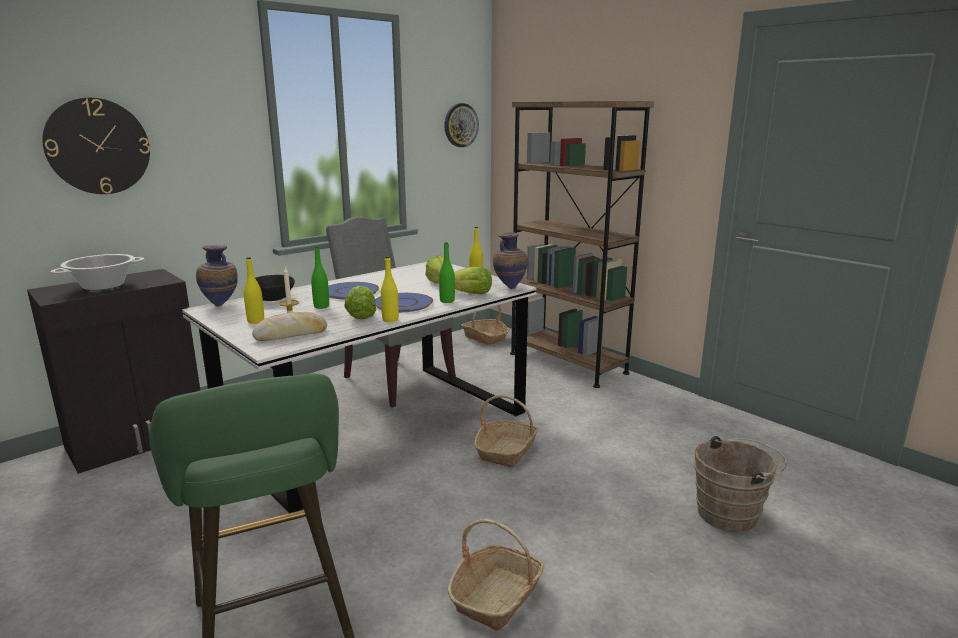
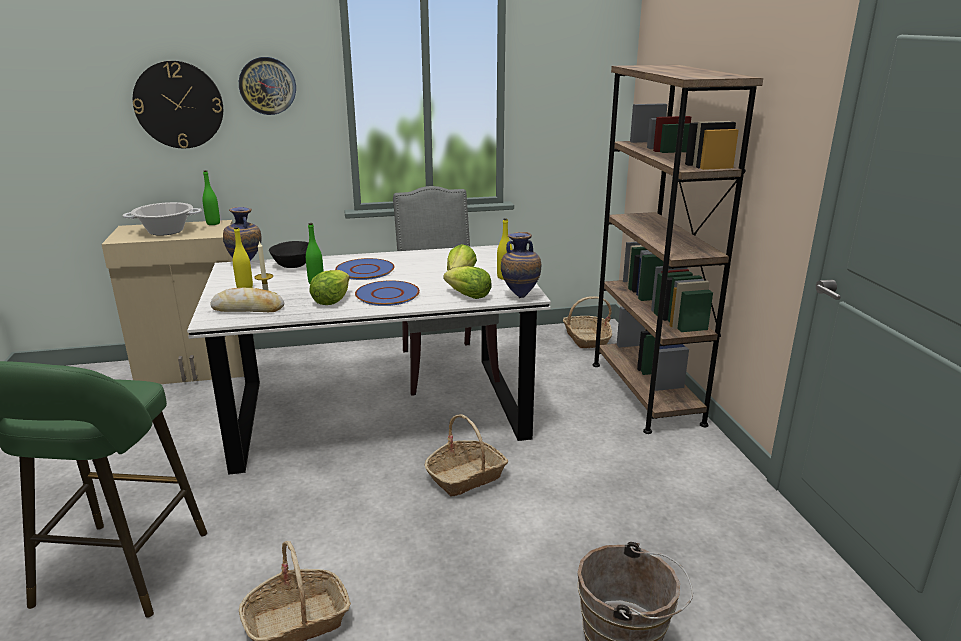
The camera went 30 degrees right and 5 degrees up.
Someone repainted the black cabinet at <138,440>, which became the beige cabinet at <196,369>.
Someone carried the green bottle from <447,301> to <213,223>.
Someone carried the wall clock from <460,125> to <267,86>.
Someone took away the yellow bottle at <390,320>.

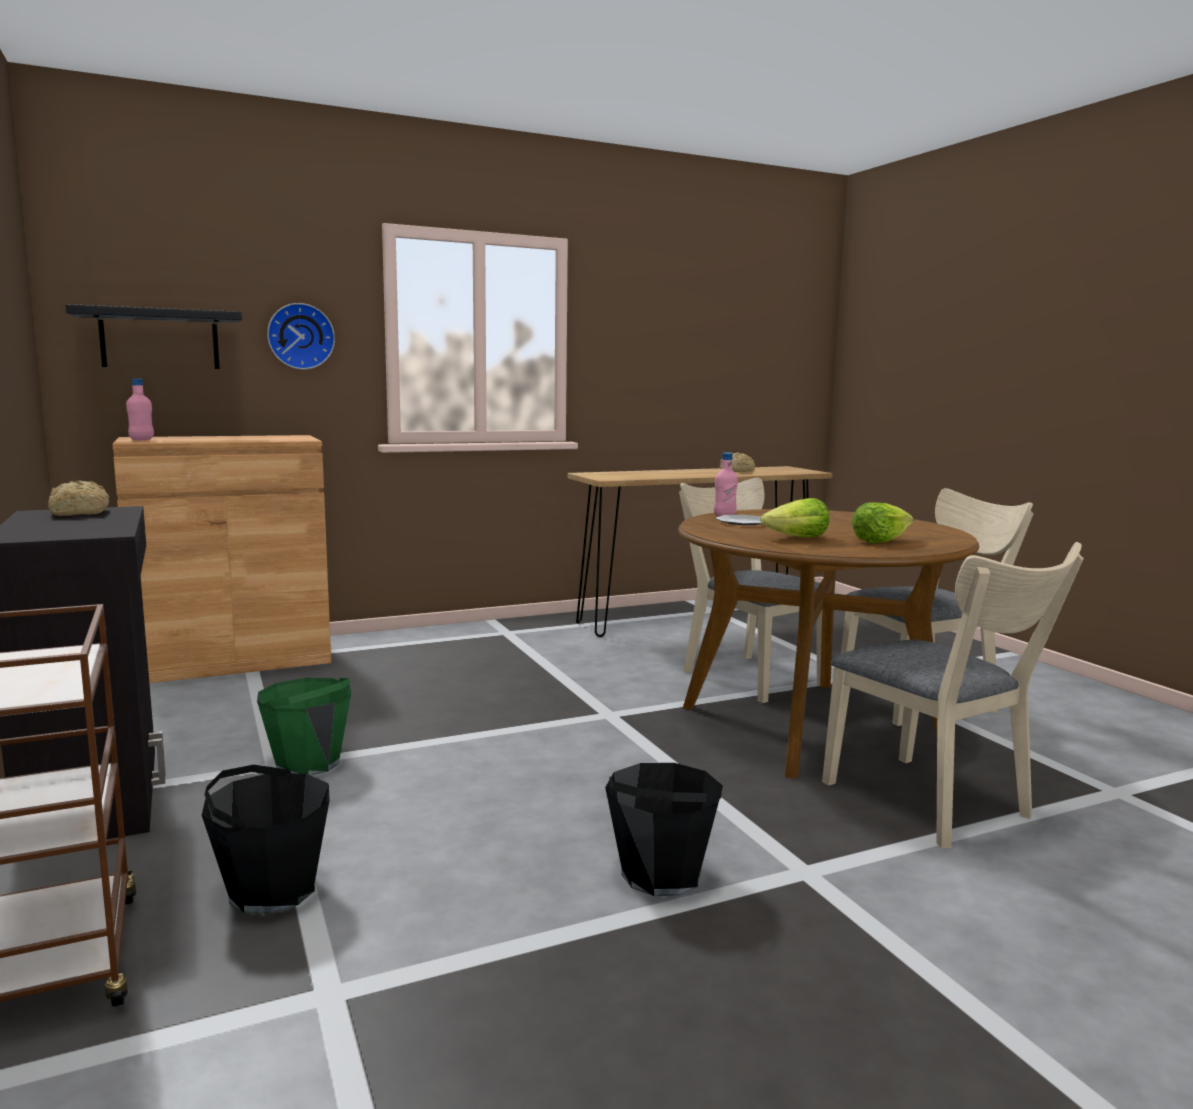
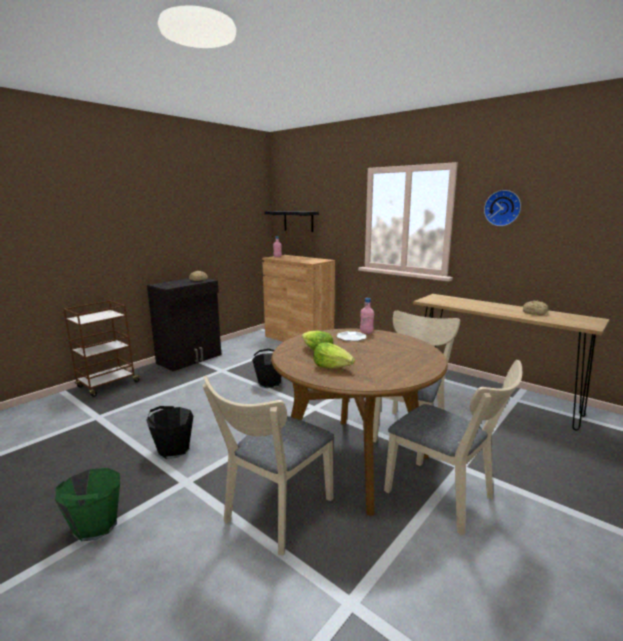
The camera went 65 degrees right and 5 degrees up.
Someone carried the green bucket from <308,763> to <95,526>.
Someone carried the black bucket from <272,889> to <269,383>.
Someone carried the wall clock from <300,336> to <502,208>.

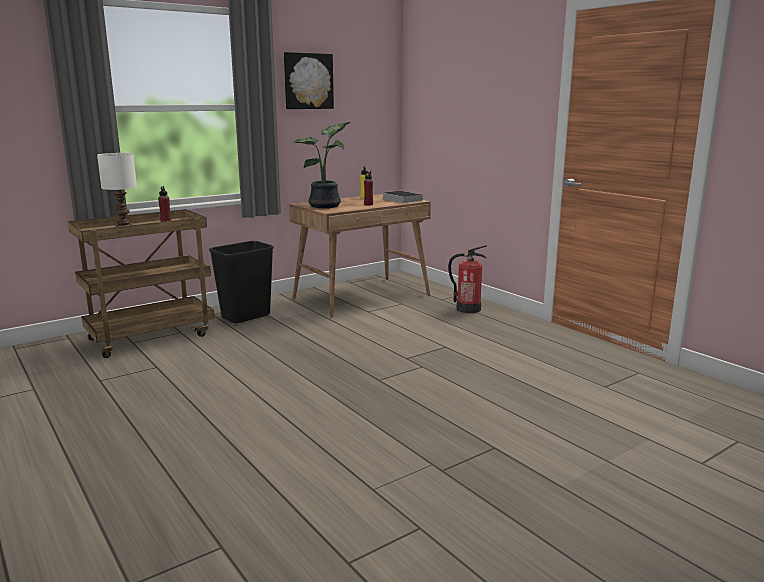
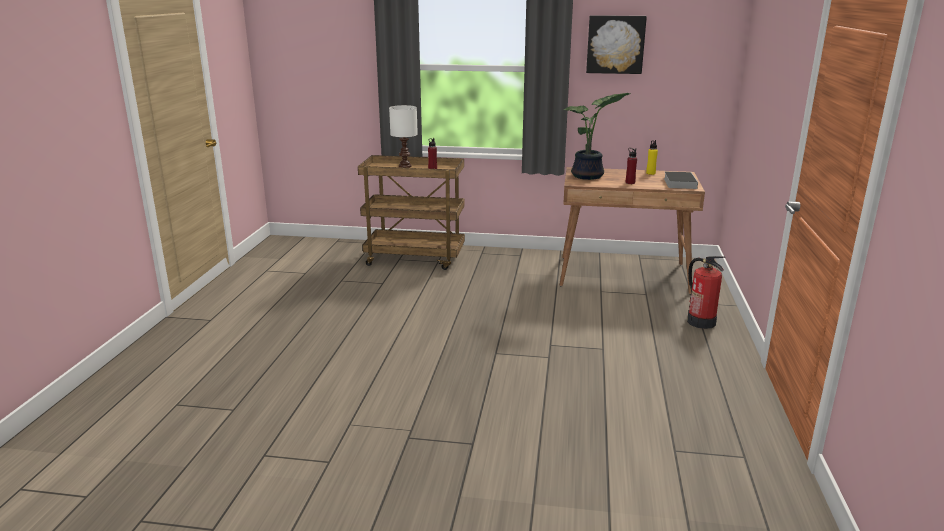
The camera went 45 degrees right and 5 degrees up.
Someone took away the black trash can at <246,316>.

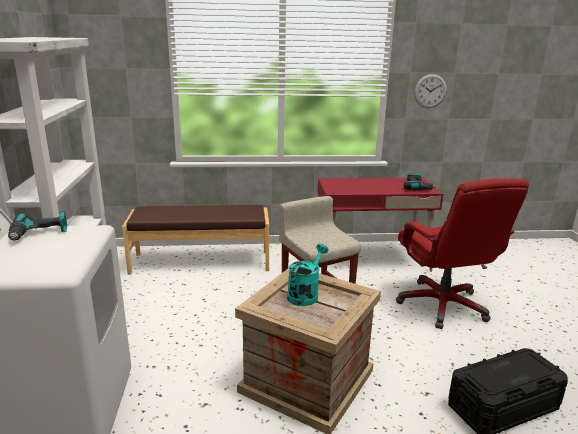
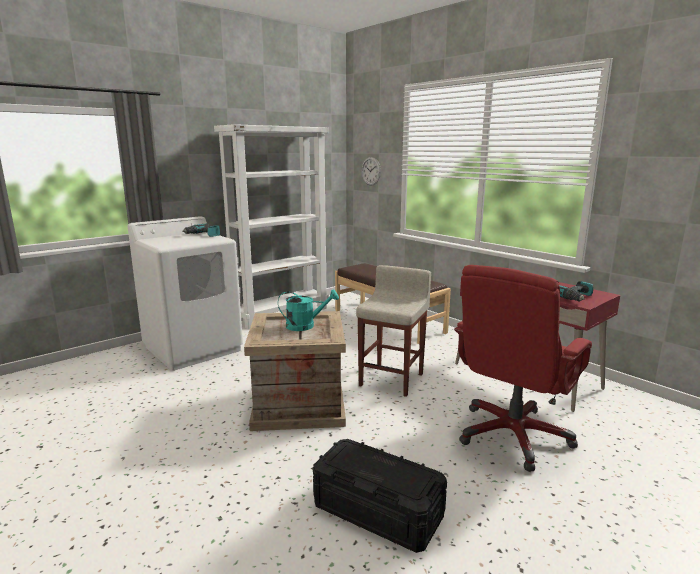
The camera went 55 degrees right and 5 degrees down.
Someone carried the wall clock from <430,91> to <371,171>.

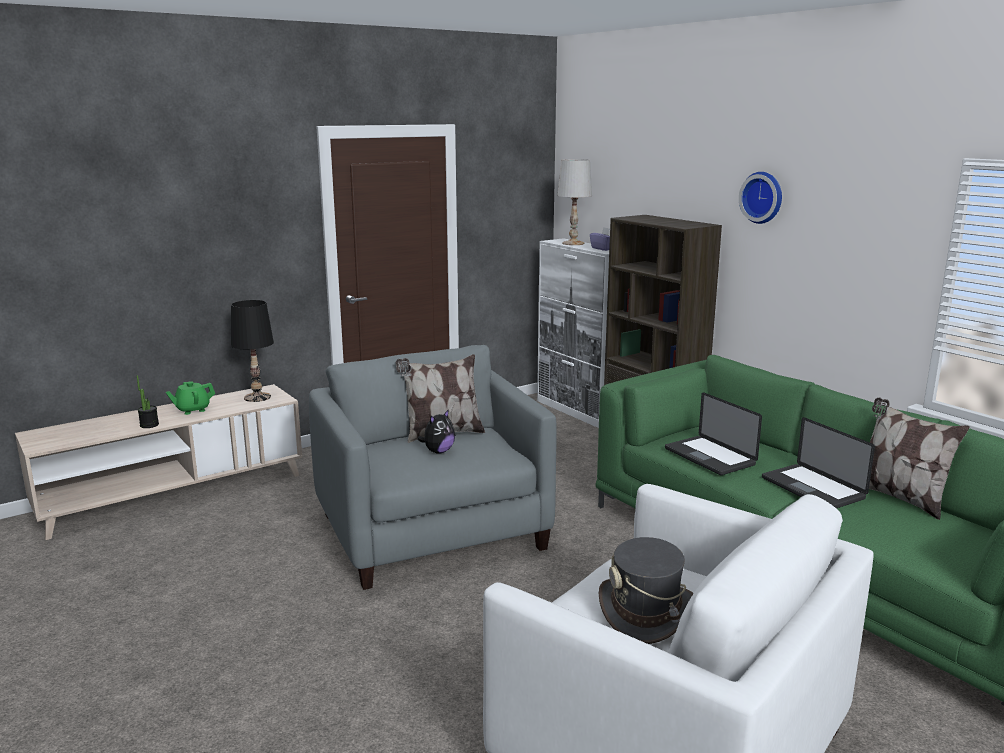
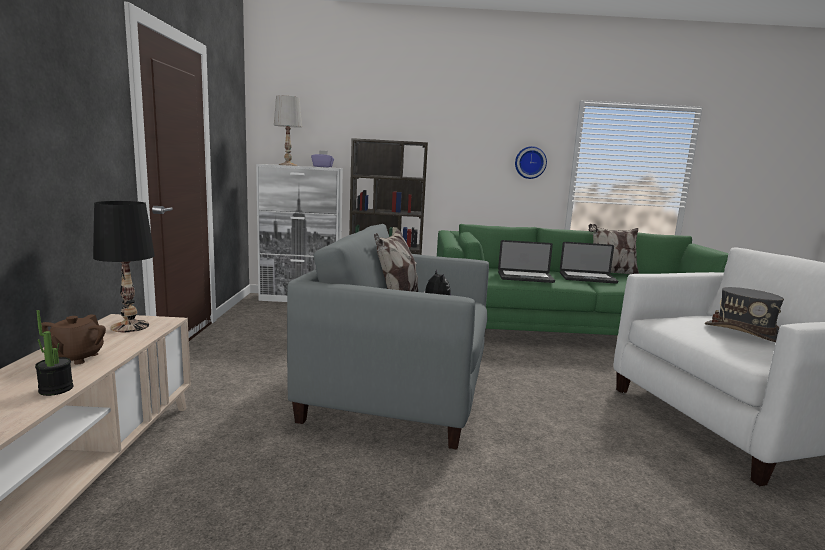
The camera went 55 degrees left and 5 degrees down.
Someone repainted the green teapot at <192,410>, which became the brown teapot at <75,358>.
Someone carried the wall clock from <763,197> to <530,162>.

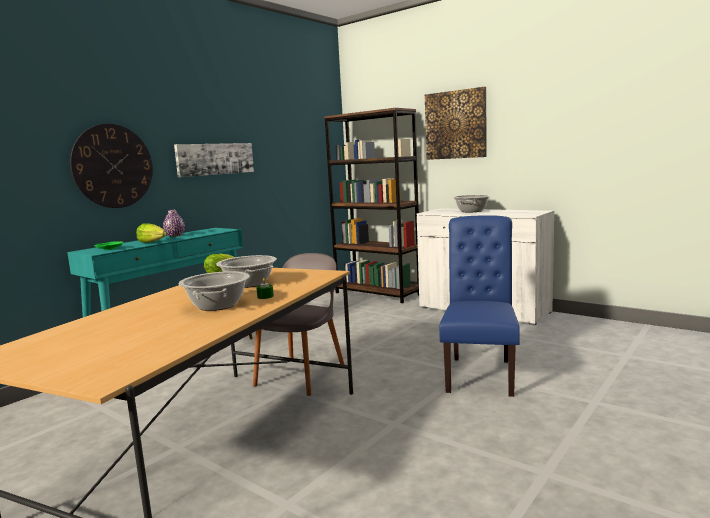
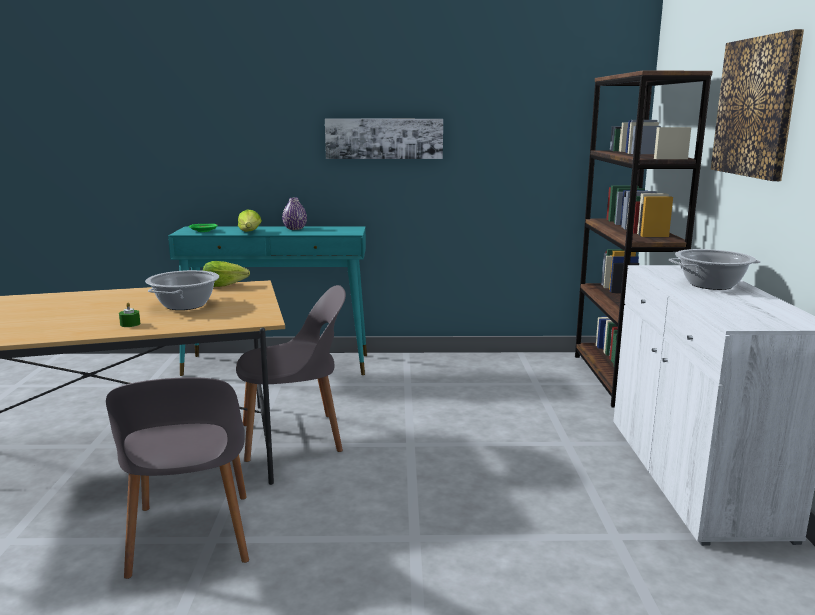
The camera went 50 degrees right and 5 degrees up.
Someone put down the grey chair at <190,537>.
Someone took away the wall clock at <113,166>.
Someone took away the cooking pot at <217,305>.
Someone took away the blue chair at <480,373>.

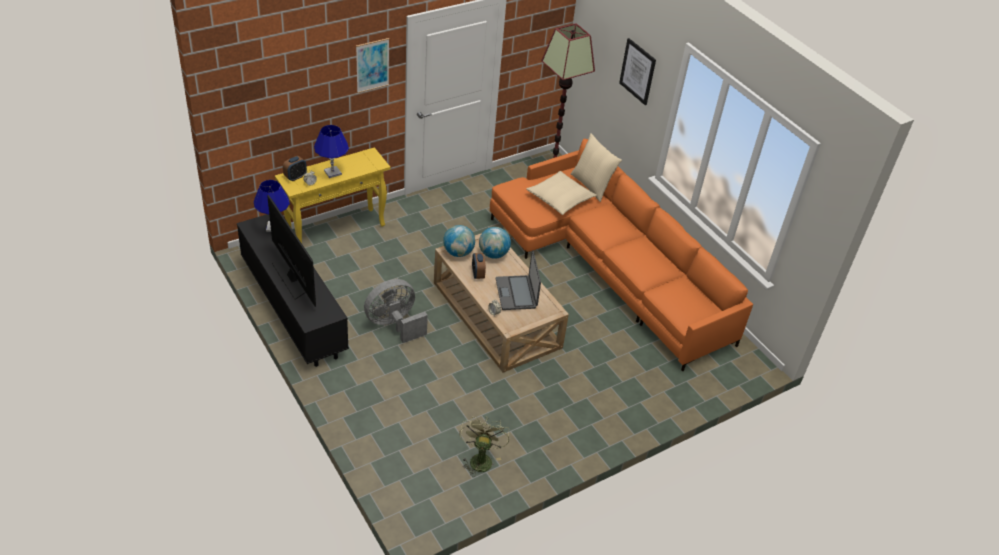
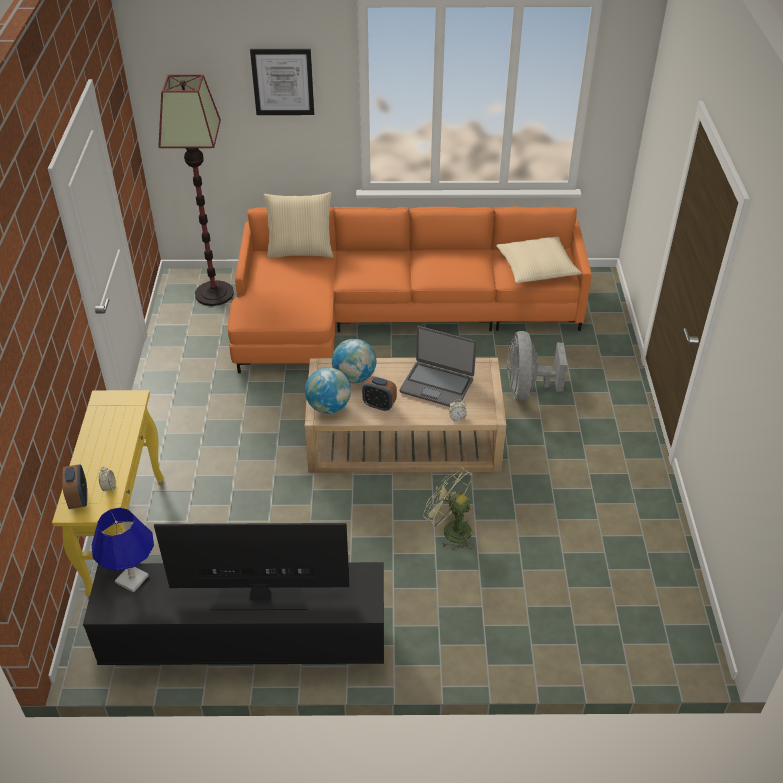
The camera went 55 degrees left and 0 degrees up.
Someone carried the green fan from <480,458> to <451,529>.
Someone carried the beige pillow from <560,198> to <536,267>.
Someone carried the grey fan from <394,325> to <527,389>.
Someone took away the blue table lamp at <332,172>.
Someone took away the picture at <372,65>.

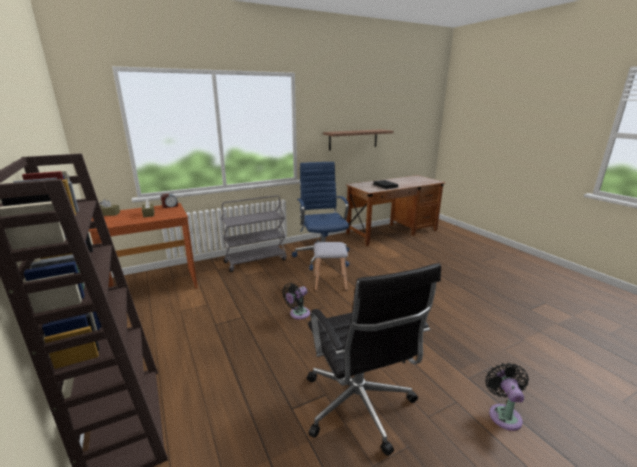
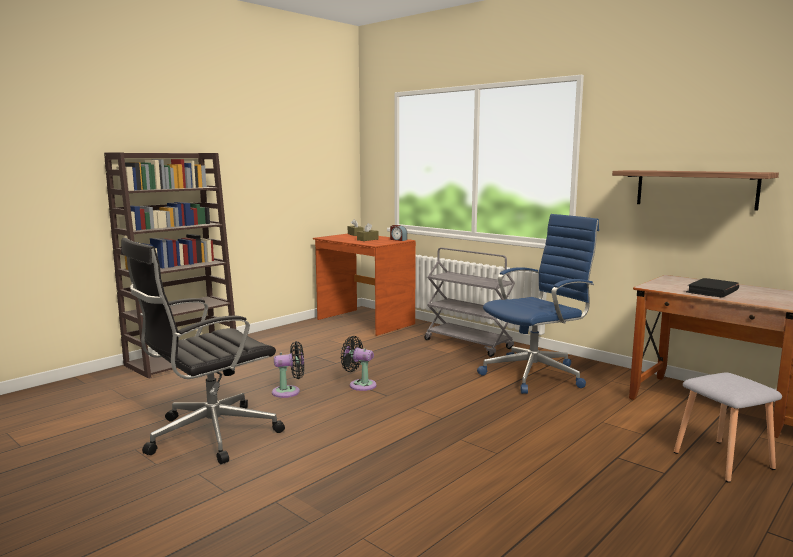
The camera went 70 degrees right and 10 degrees down.
Someone carried the black fan from <504,414> to <289,392>.
Someone carried the grey stool from <329,283> to <721,460>.

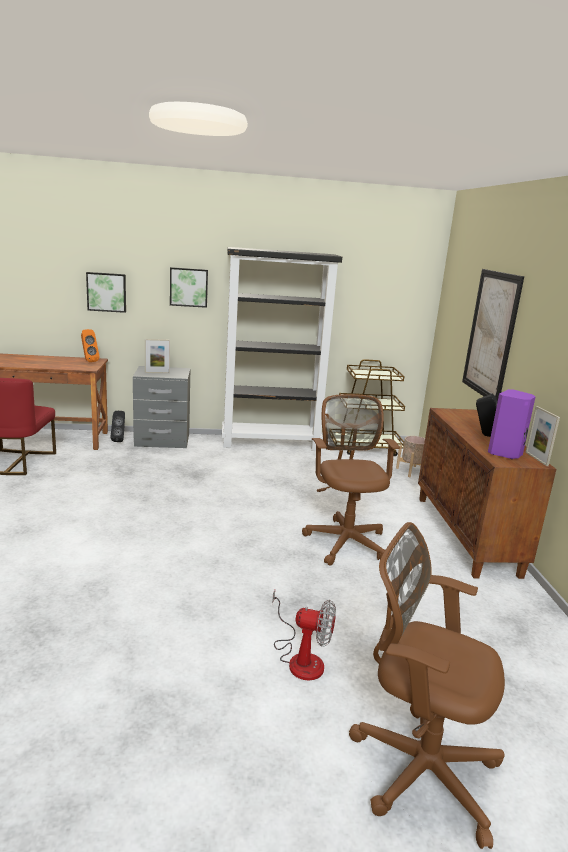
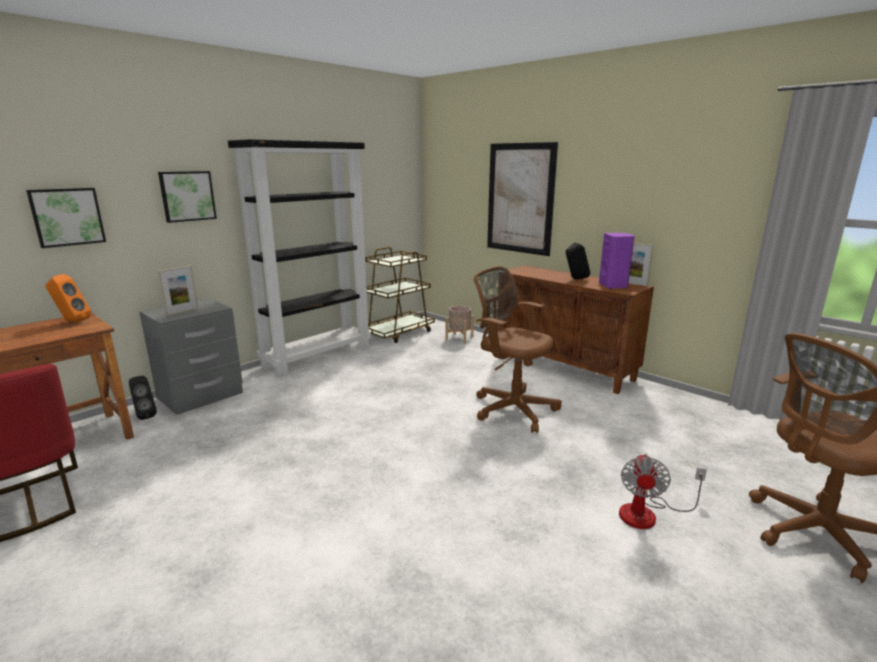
The camera went 40 degrees left and 0 degrees up.
Someone rotated the fan at <300,658> by 135 degrees clockwise.

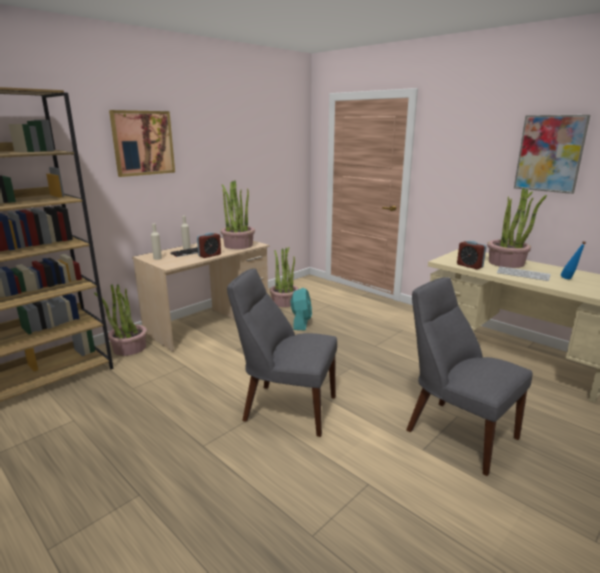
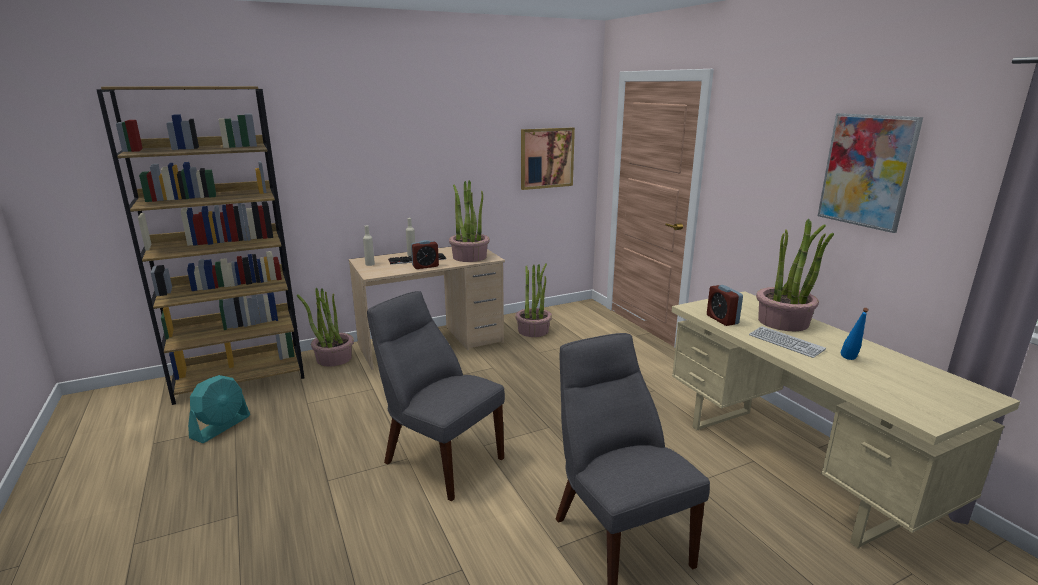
The camera went 20 degrees right and 0 degrees up.
Someone carried the turquoise fan from <301,322> to <221,427>.
Someone carried the picture from <143,143> to <546,158>.

